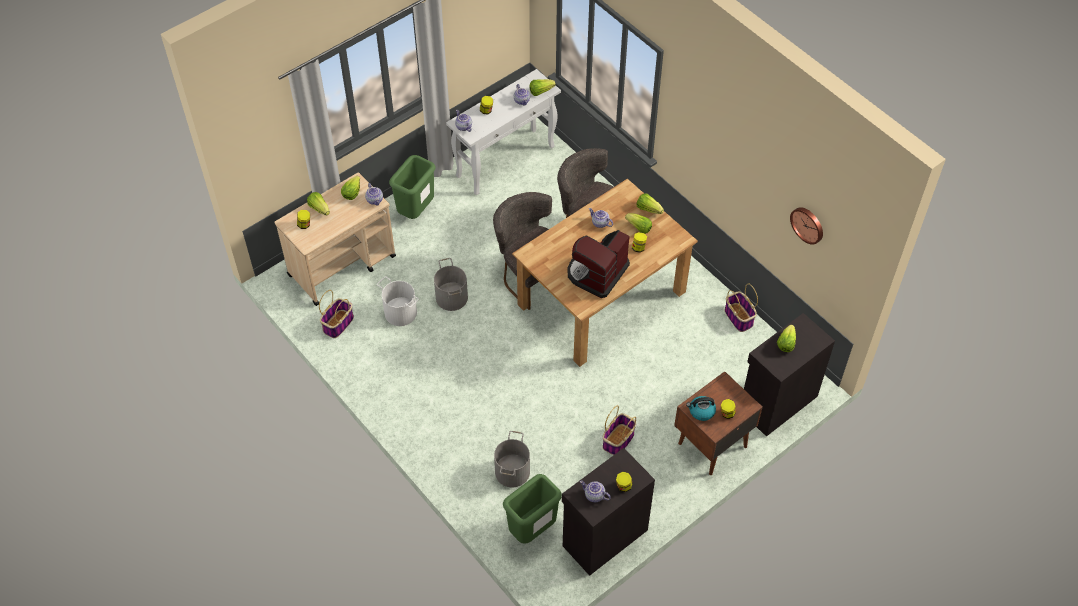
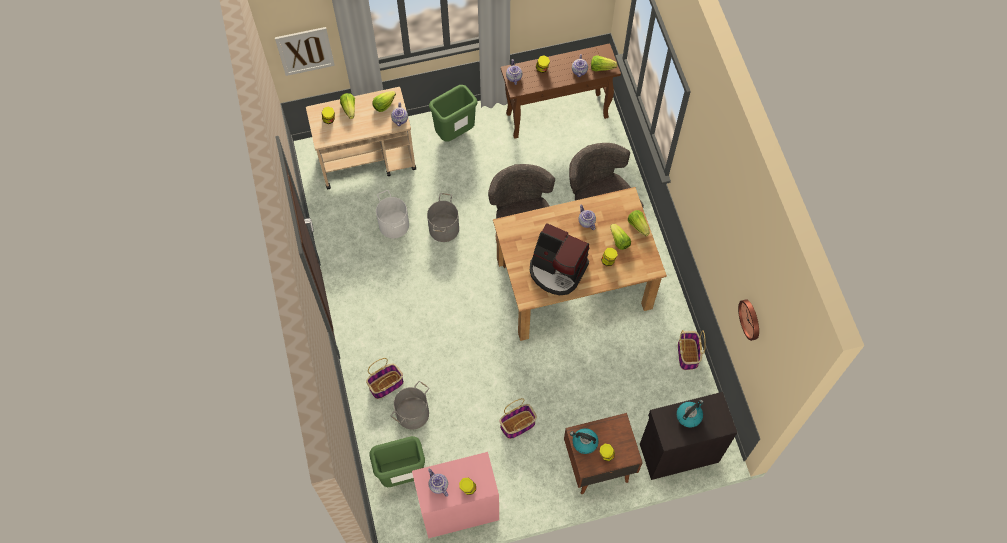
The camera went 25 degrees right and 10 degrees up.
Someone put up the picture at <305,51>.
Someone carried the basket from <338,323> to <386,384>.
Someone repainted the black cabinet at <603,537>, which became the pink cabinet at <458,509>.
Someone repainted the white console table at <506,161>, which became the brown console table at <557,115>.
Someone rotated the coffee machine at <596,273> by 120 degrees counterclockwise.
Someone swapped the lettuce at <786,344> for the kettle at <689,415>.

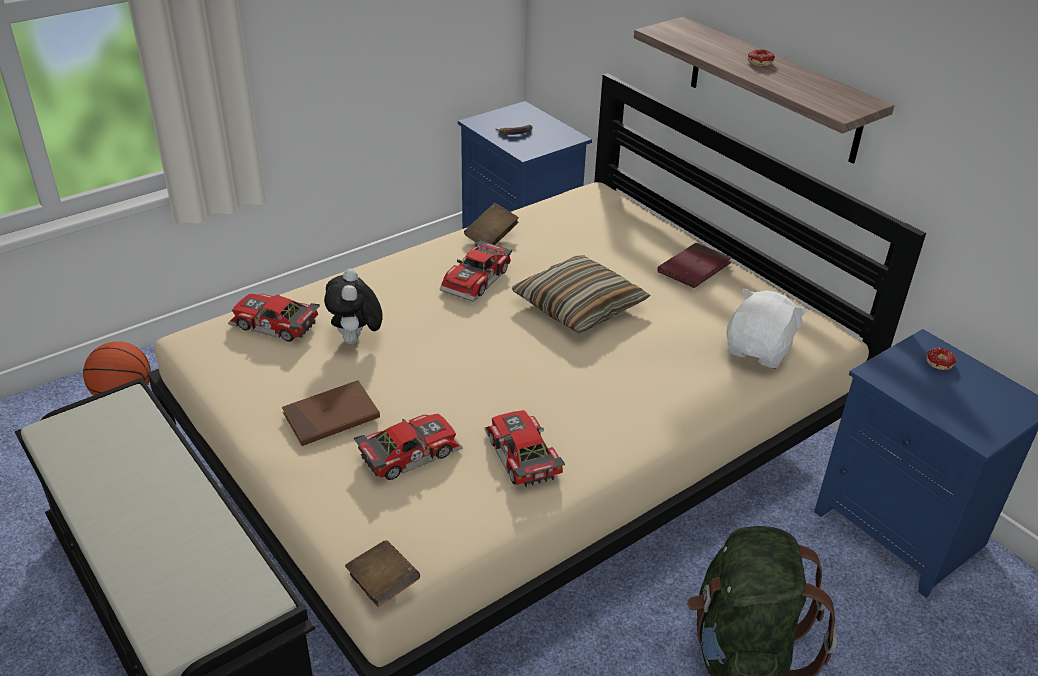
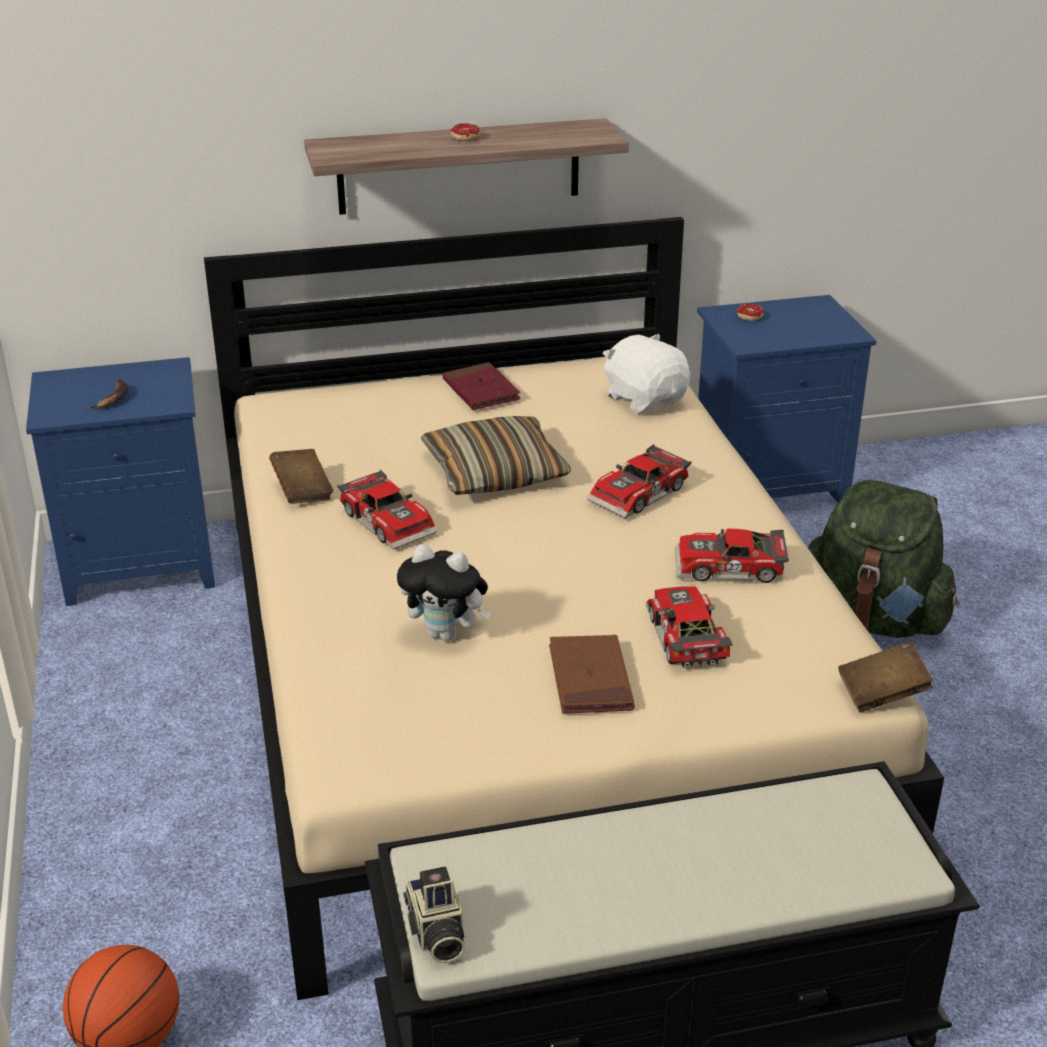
The camera went 65 degrees left and 5 degrees down.
Someone put down the photo camera at <436,934>.
Someone carried the toy car from <273,325> to <641,494>.

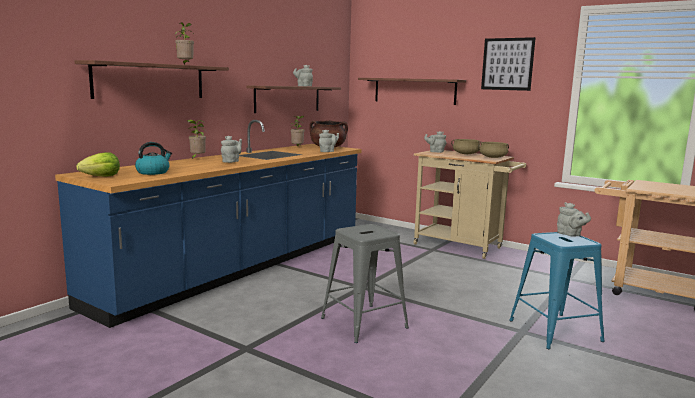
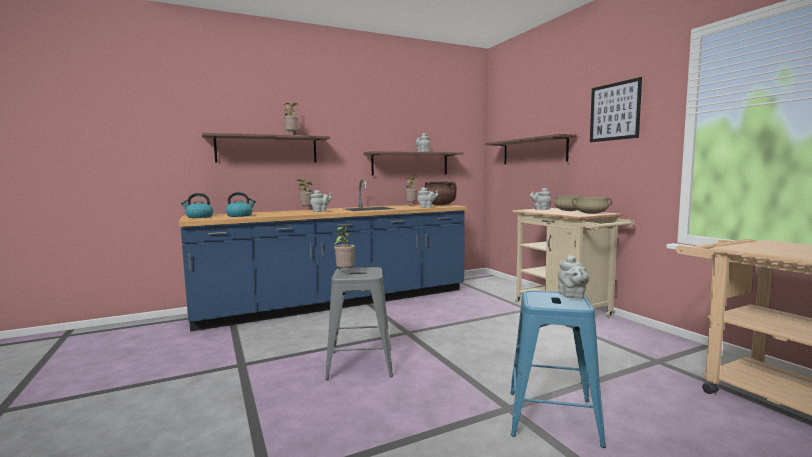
The camera went 30 degrees right and 5 degrees down.
Someone swapped the lettuce at <101,177> for the kettle at <199,217>.
Someone put down the potted plant at <345,272>.

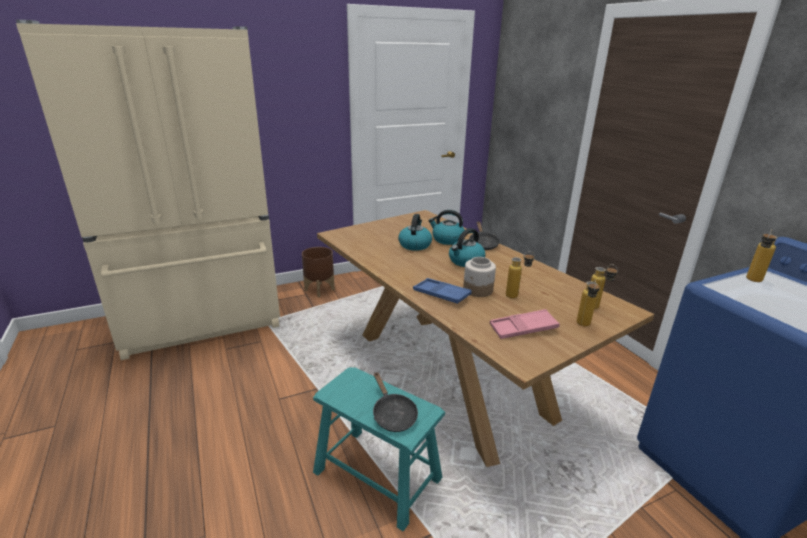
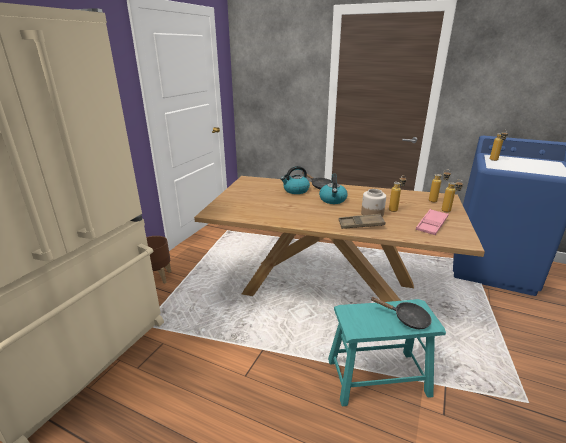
The camera went 40 degrees left and 0 degrees up.
Someone repainted the blue tray at <441,294>, which became the brown tray at <361,224>.
Someone took away the kettle at <414,245>.

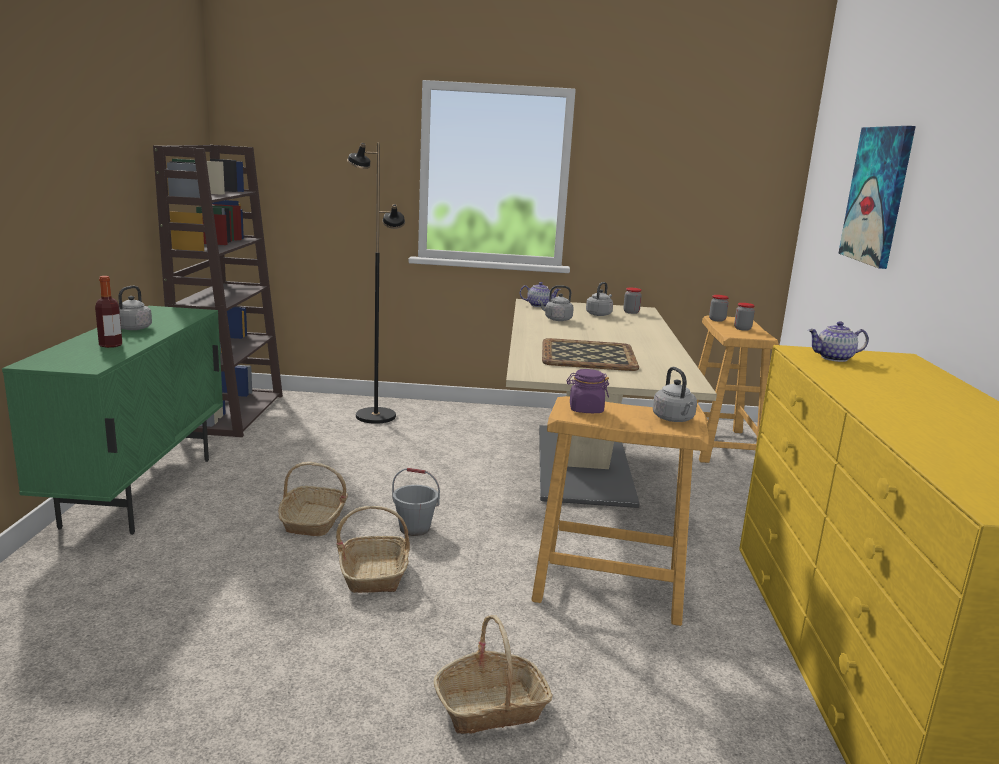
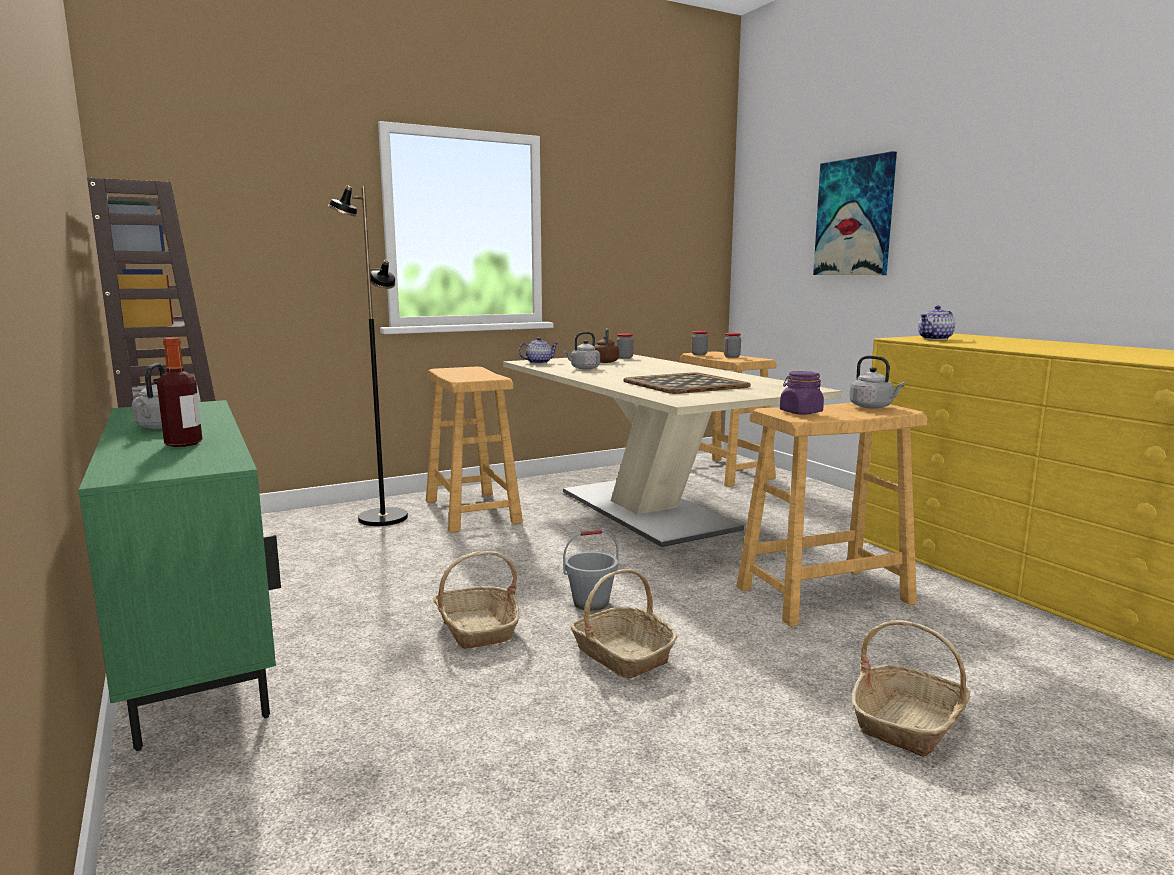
The camera went 30 degrees left and 5 degrees down.
Someone put down the beige stool at <472,511>.
Someone repainted the grey kettle at <599,314>, which became the brown kettle at <605,361>.

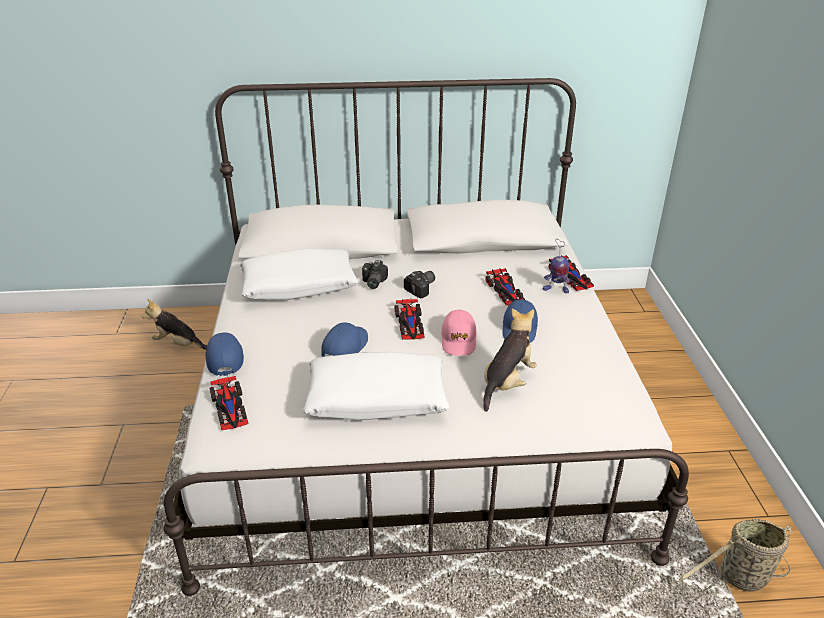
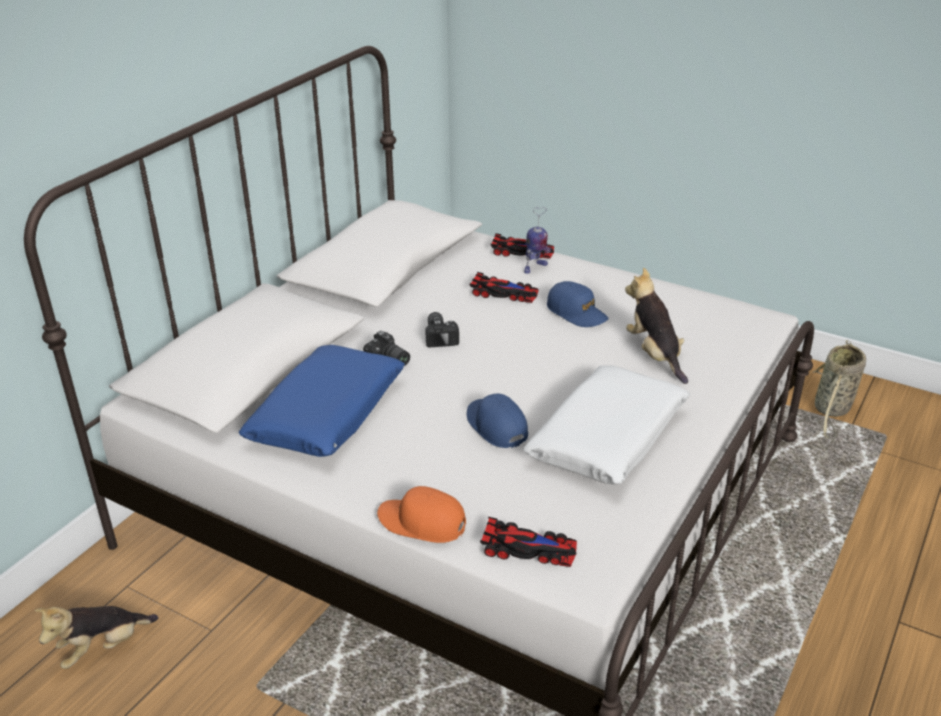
The camera went 55 degrees left and 0 degrees up.
Someone repainted the white pillow at <299,285>, which became the blue pillow at <327,414>.
Someone repainted the blue cap at <225,358>, which became the orange cap at <422,522>.
Someone took away the toy car at <409,323>.
Someone took away the pink cap at <459,339>.

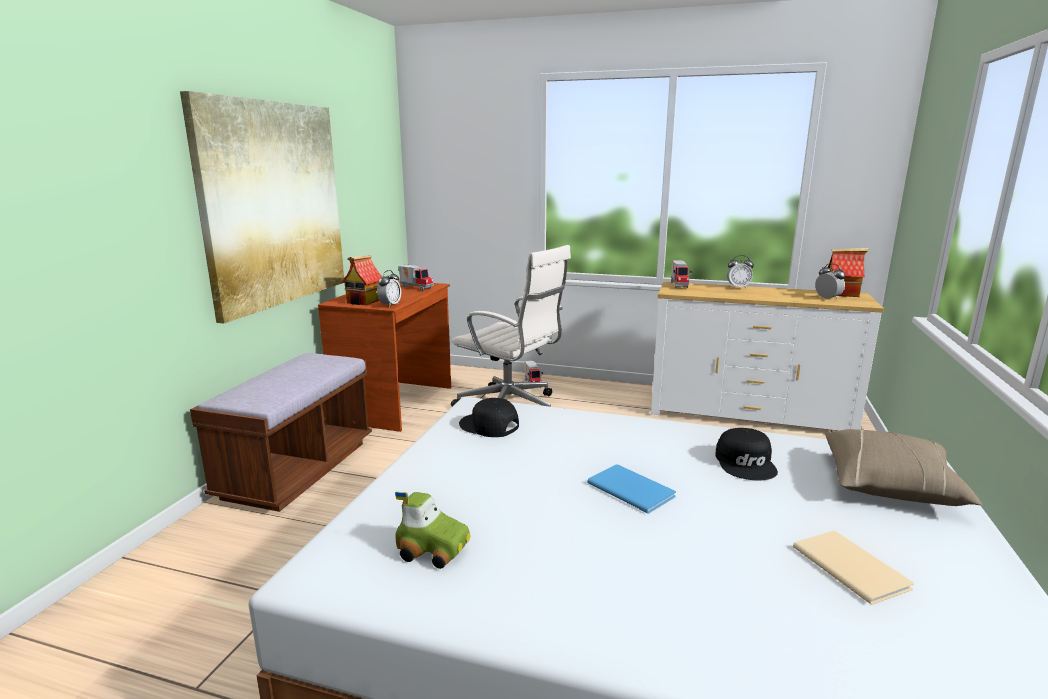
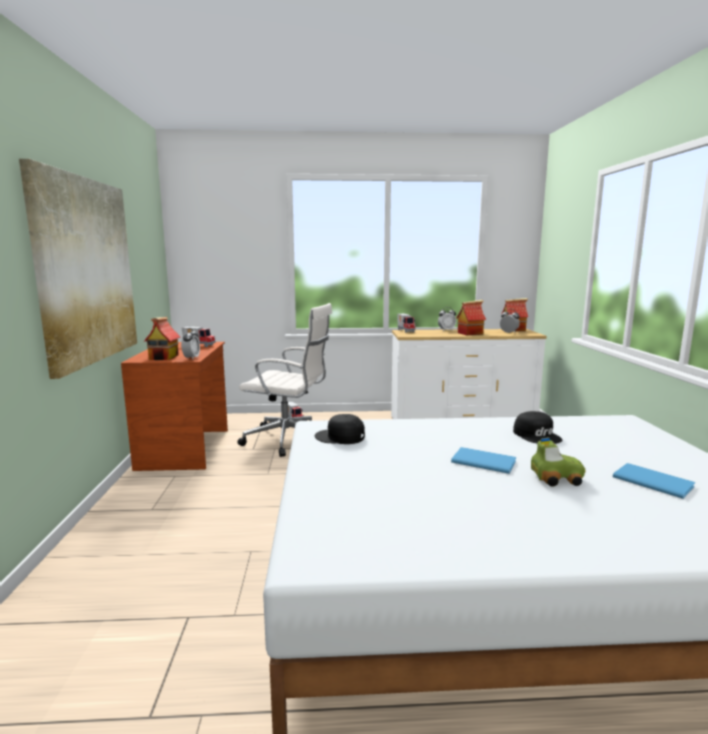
The camera went 20 degrees left and 5 degrees down.
Someone put down the toy house at <470,333>.
Someone carried the toy car from <434,549> to <555,478>.
Someone repainted the beige book at <849,565>, which became the blue book at <651,480>.
Someone took away the brown bench at <297,469>.
Someone took away the beige pillow at <890,485>.

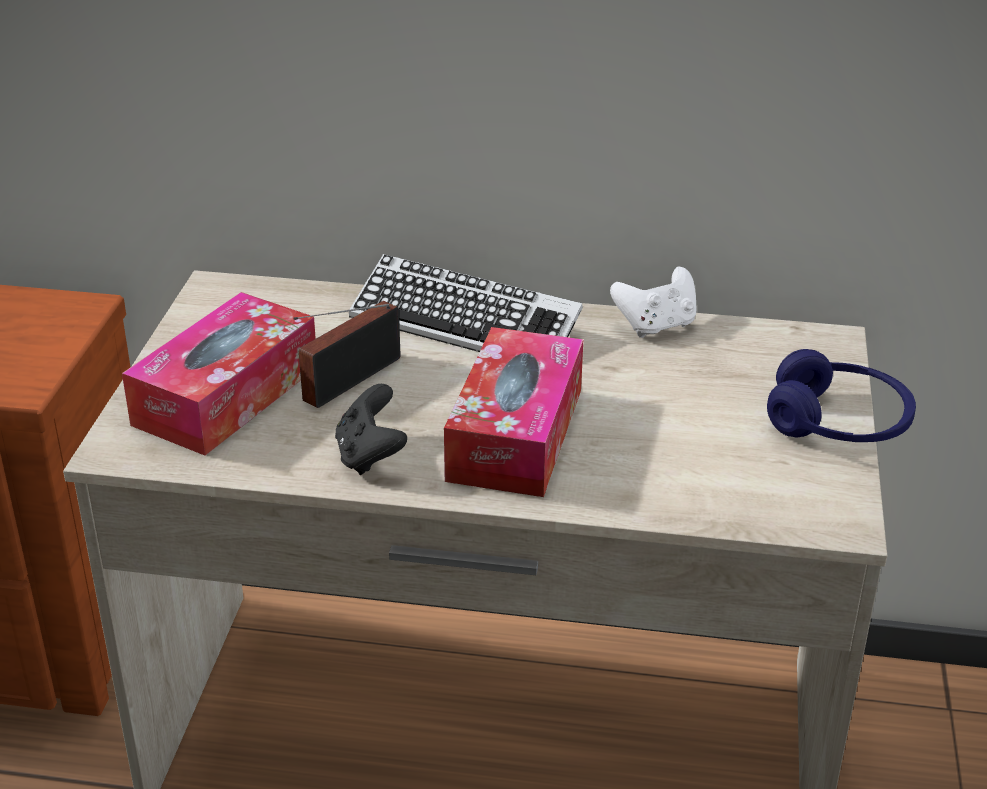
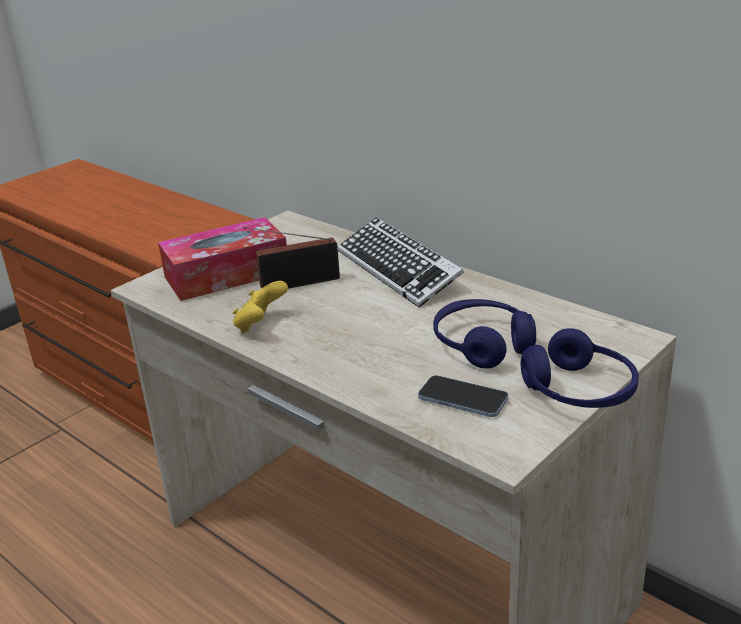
The camera went 35 degrees right and 5 degrees down.
Someone repainted the black game controller at <370,456>, which became the yellow game controller at <260,325>.
Someone put down the phone at <463,399>.
Someone put down the blue headphones at <482,344>.
Someone took away the tissue box at <515,434>.
Someone took away the white game controller at <656,326>.

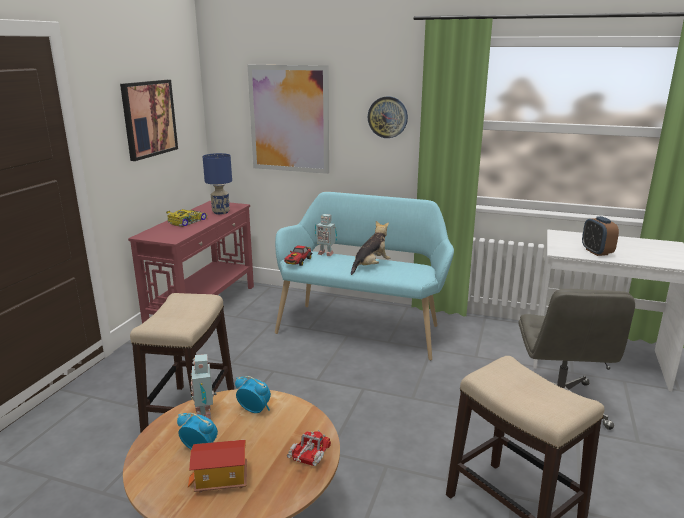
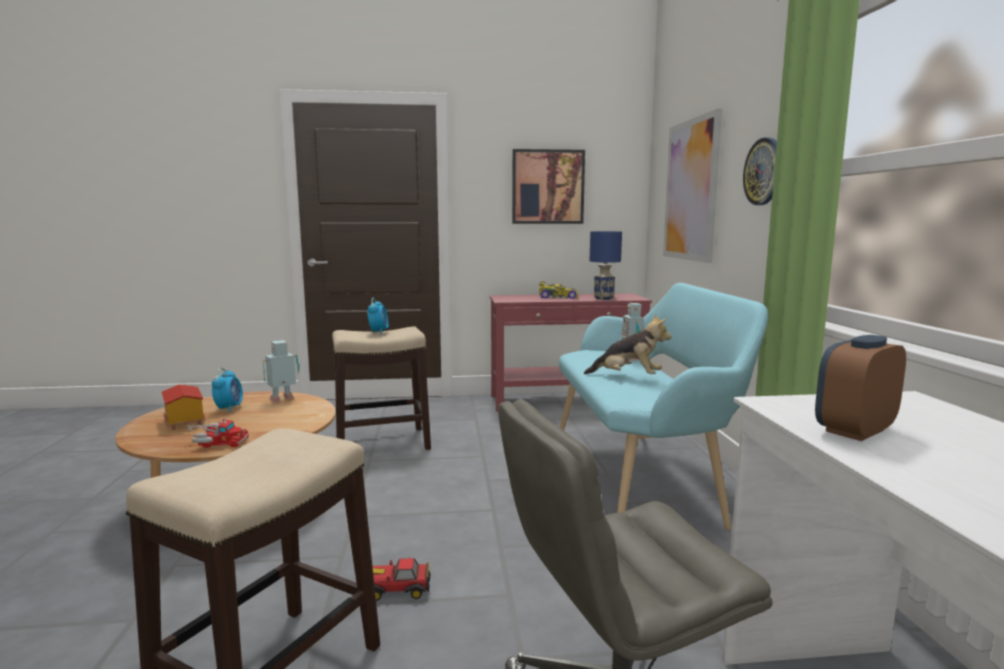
The camera went 65 degrees right and 10 degrees down.
Someone carried the alarm clock from <254,410> to <378,332>.
Someone carried the toy car from <298,262> to <394,589>.

